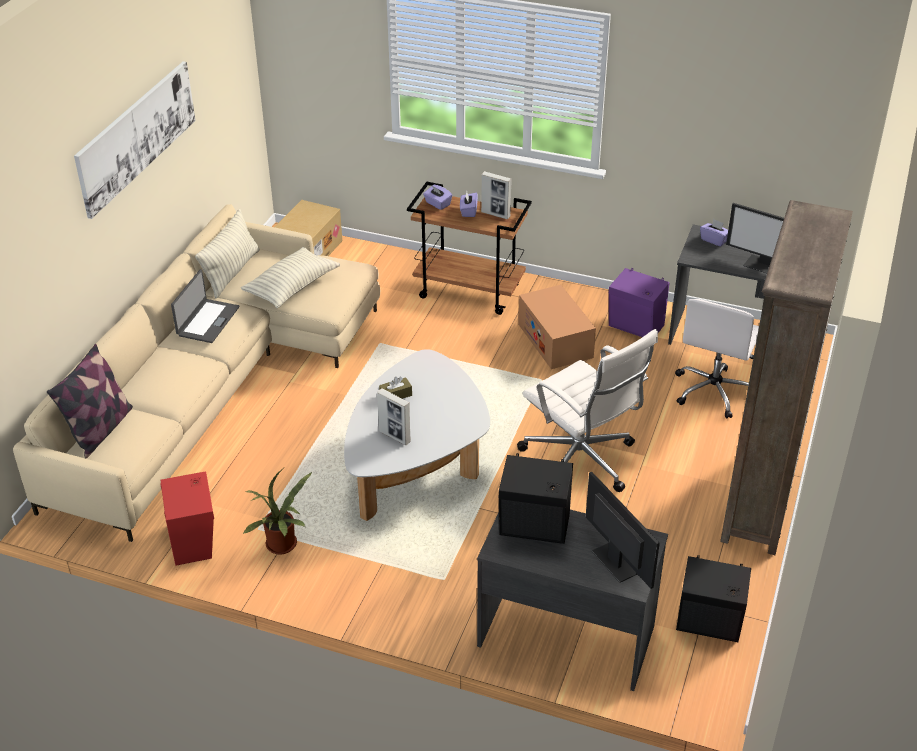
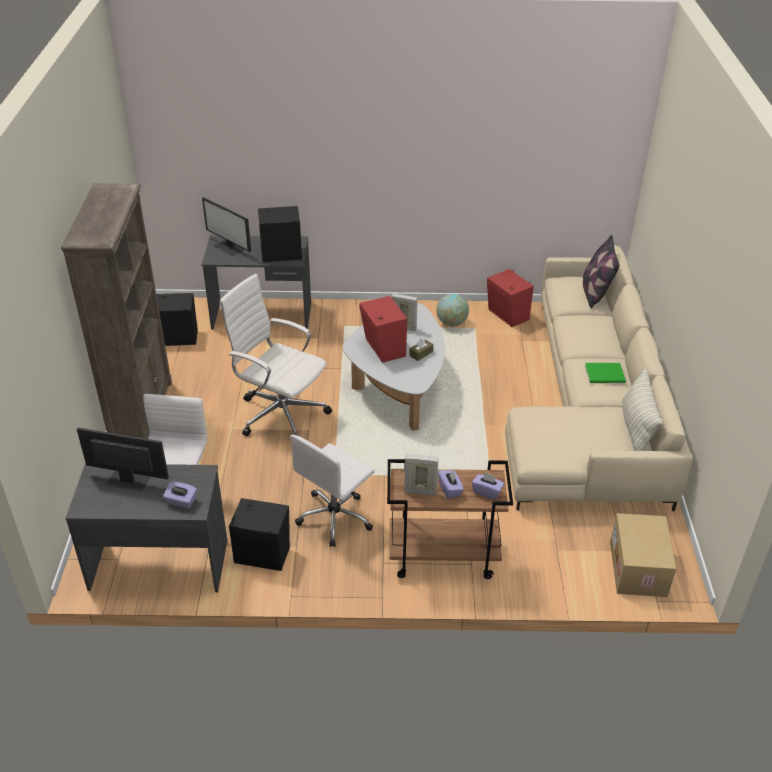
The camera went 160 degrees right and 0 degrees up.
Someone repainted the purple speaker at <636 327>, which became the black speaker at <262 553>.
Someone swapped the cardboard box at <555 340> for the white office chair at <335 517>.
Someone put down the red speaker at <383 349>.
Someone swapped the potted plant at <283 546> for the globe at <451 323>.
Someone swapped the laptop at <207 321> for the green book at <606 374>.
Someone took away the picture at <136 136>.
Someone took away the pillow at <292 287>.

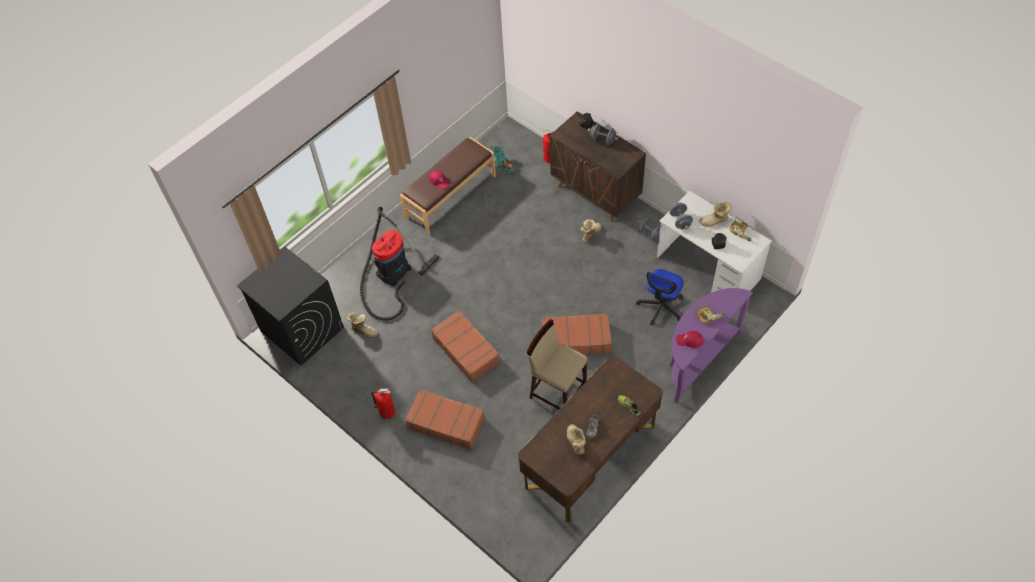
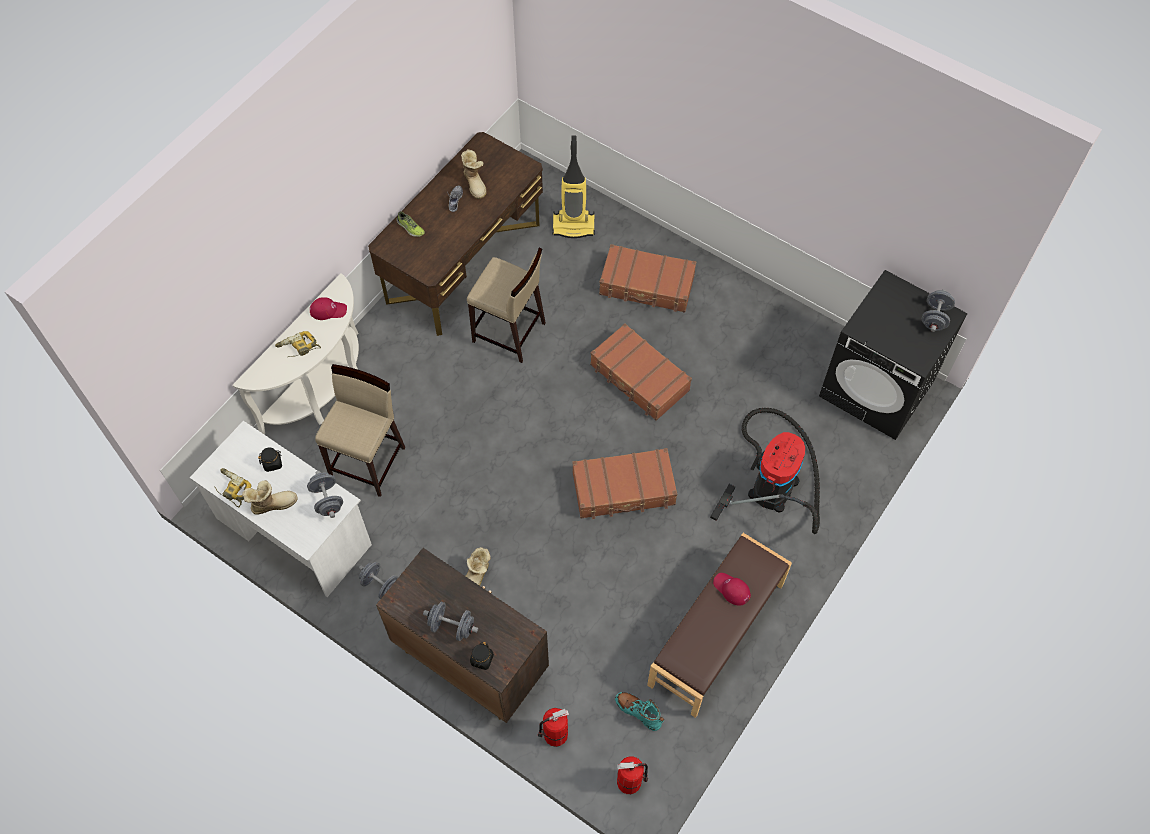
The camera went 170 degrees right and 5 degrees up.
Someone repainted the purple console table at <697 359>, which became the white console table at <323 391>.
Someone swapped the office chair at <661 307> for the beige stool at <369 462>.
Someone put down the vacuum cleaner at <574 225>.
Someone carried the brown suitcase from <576 339> to <624 489>.
Someone carried the fire extinguisher from <386 412> to <630 781>.
Someone put down the grey dumbbell at <934 318>.
Someone took away the boot at <364 330>.

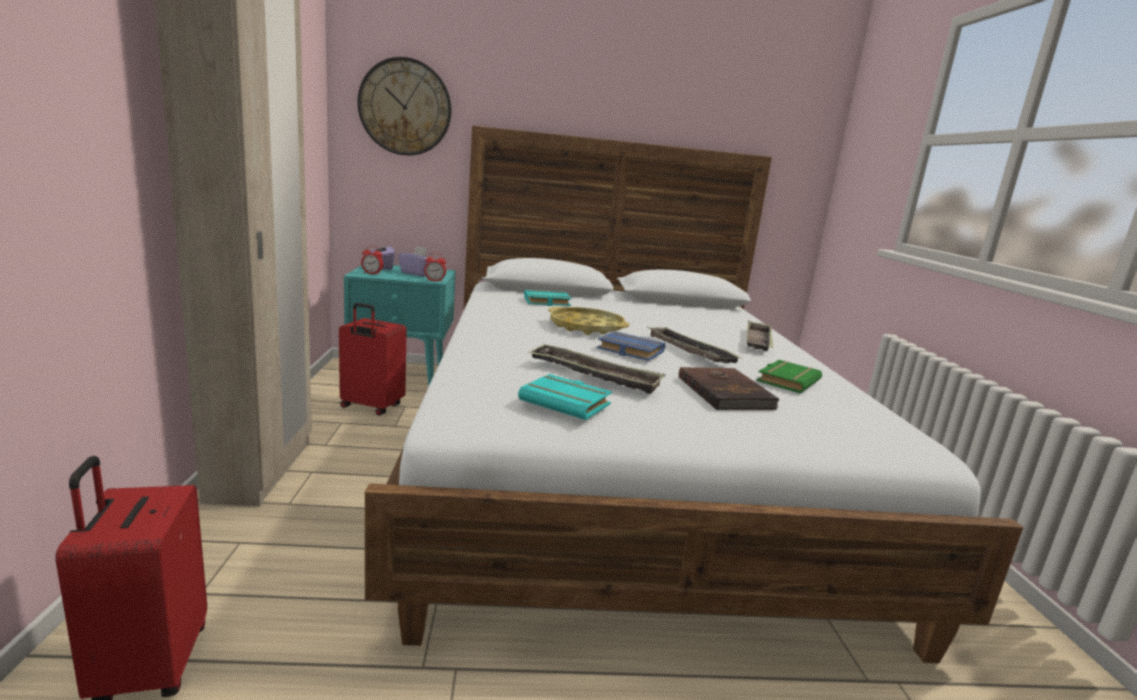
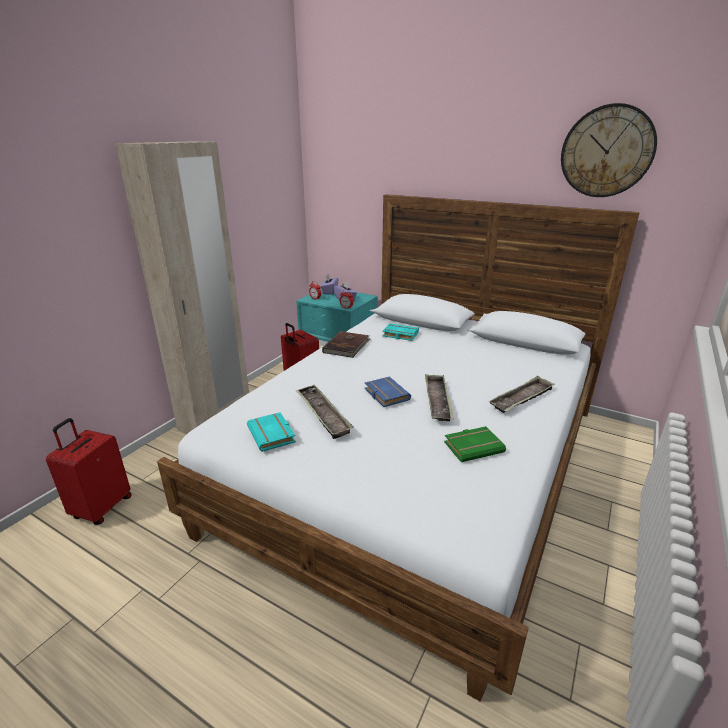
The camera went 35 degrees right and 10 degrees up.
Someone carried the brown book from <726 392> to <347 346>.
Someone carried the wall clock from <405 107> to <607 151>.
Someone took away the yellow tray at <586 327>.

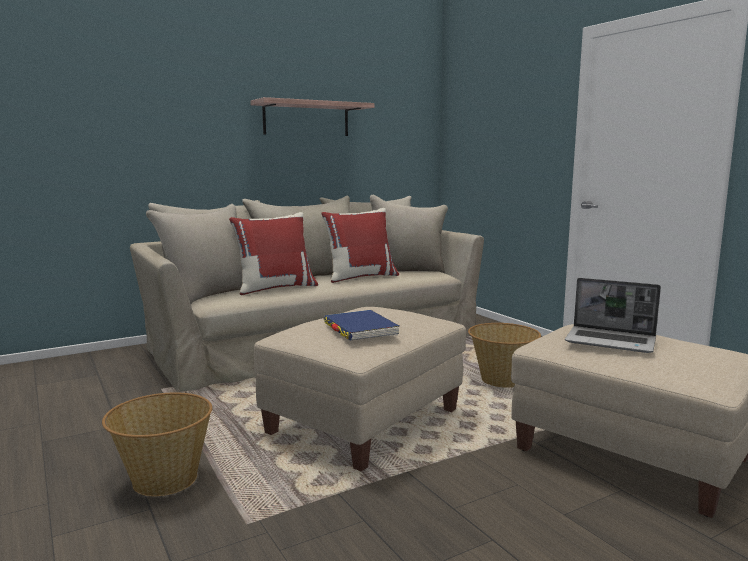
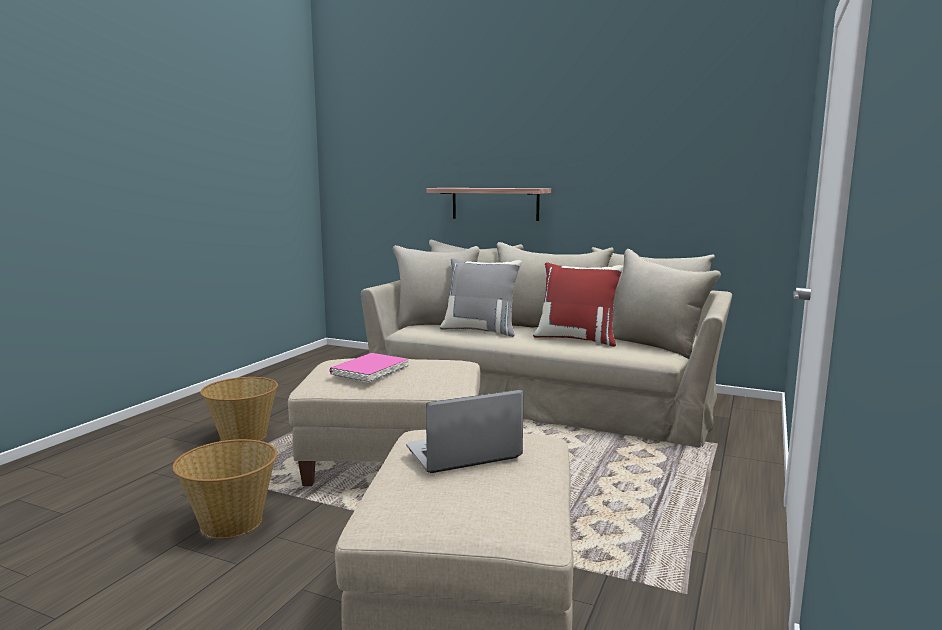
The camera went 55 degrees right and 0 degrees up.
Someone carried the basket from <501 380> to <231 522>.
Someone repainted the blue book at <360 329>, which became the pink book at <370 371>.
Someone rotated the laptop at <611 341> by 75 degrees clockwise.
Someone carried the shelf from <306 119> to <495 203>.
Someone repainted the red pillow at <275 288>, which became the grey pillow at <481 330>.

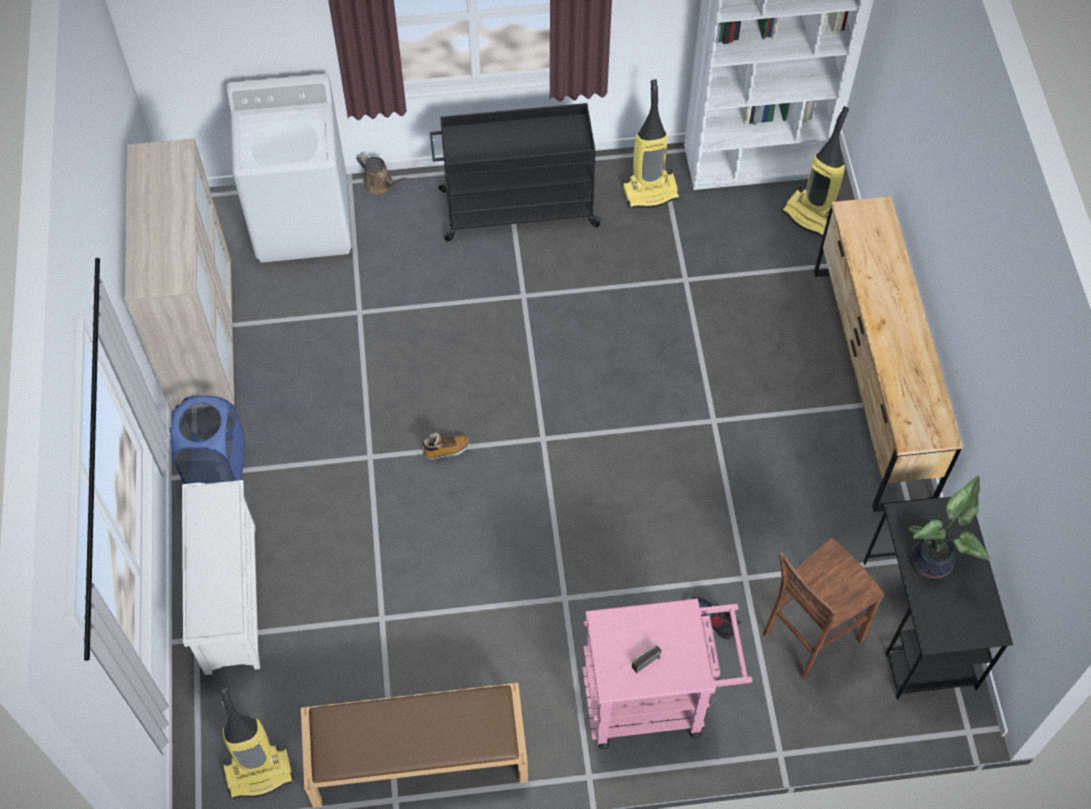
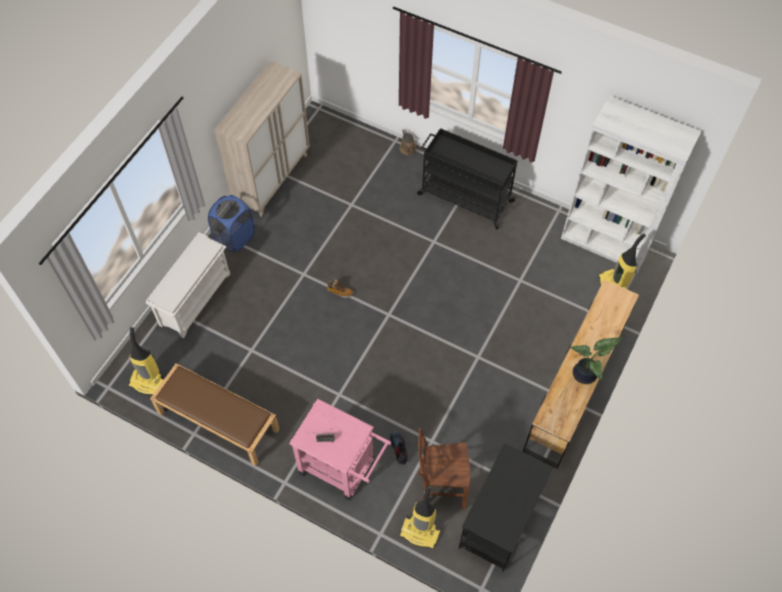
The camera went 35 degrees right and 0 degrees up.
Someone carried the vacuum cleaner from <650 191> to <420 532>.
Someone carried the potted plant from <933 561> to <586 375>.
Someone took away the white washing machine at <303 221>.

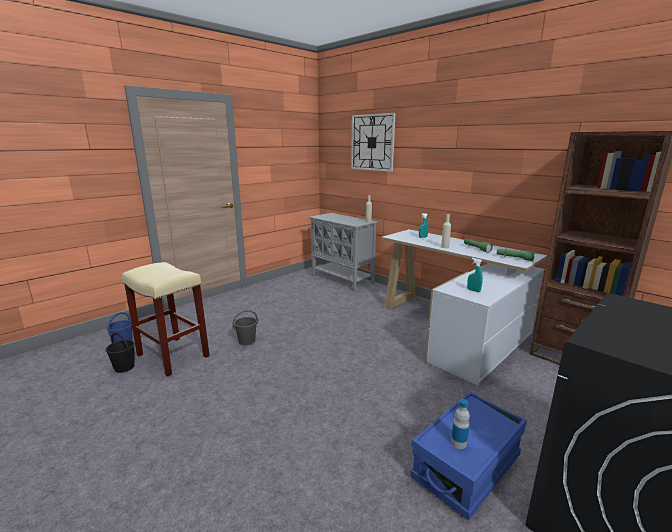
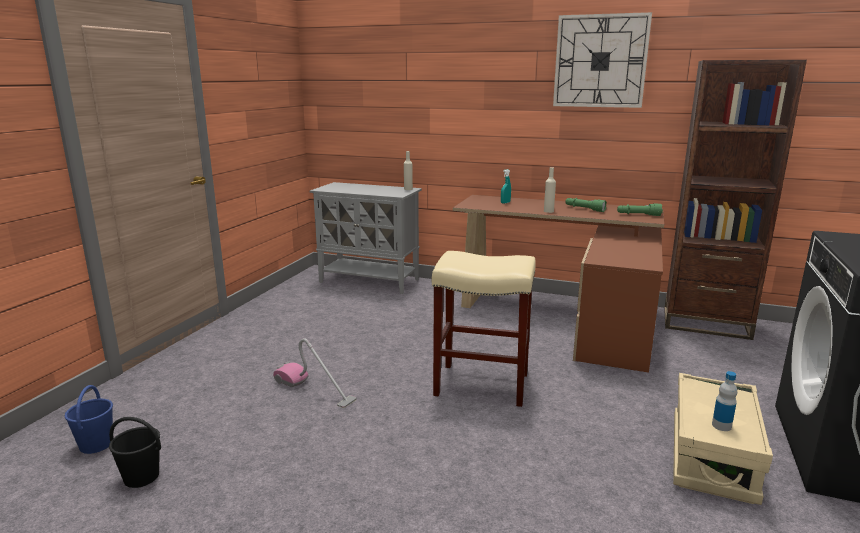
The camera went 25 degrees left and 0 degrees up.
Someone swapped the grey bucket at <246 341> for the vacuum cleaner at <314 390>.
Someone carried the beige stool from <172 355> to <480 384>.
Someone repainted the white desk at <454 329>, which became the brown desk at <567 317>.
Someone carried the wall clock from <372 142> to <600 61>.
Someone repainted the blue storage box at <466 467>, which became the beige storage box at <712 457>.
Someone took away the turquoise spray bottle at <473 290>.

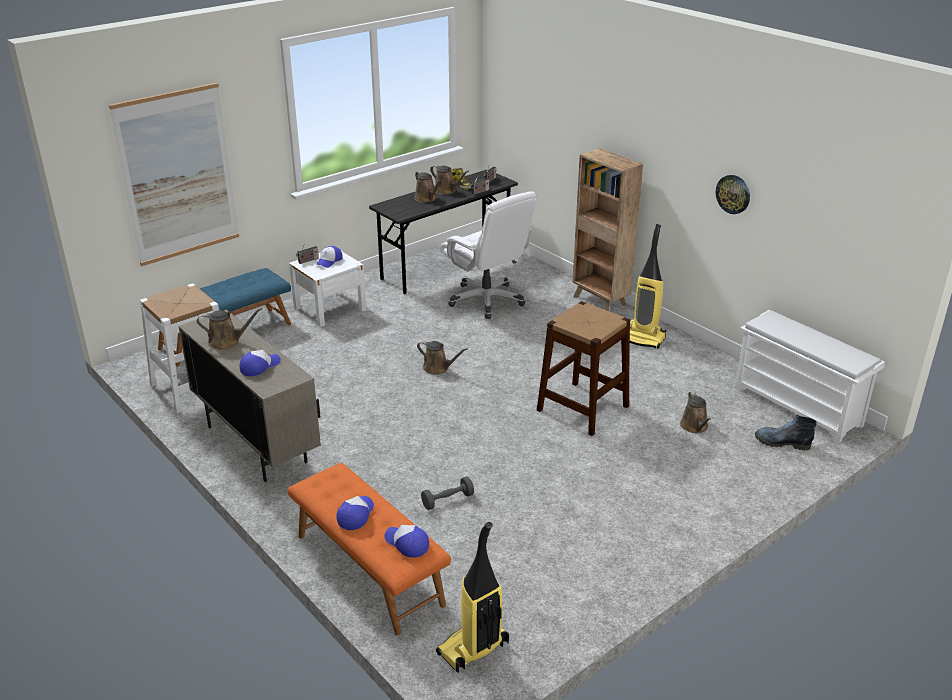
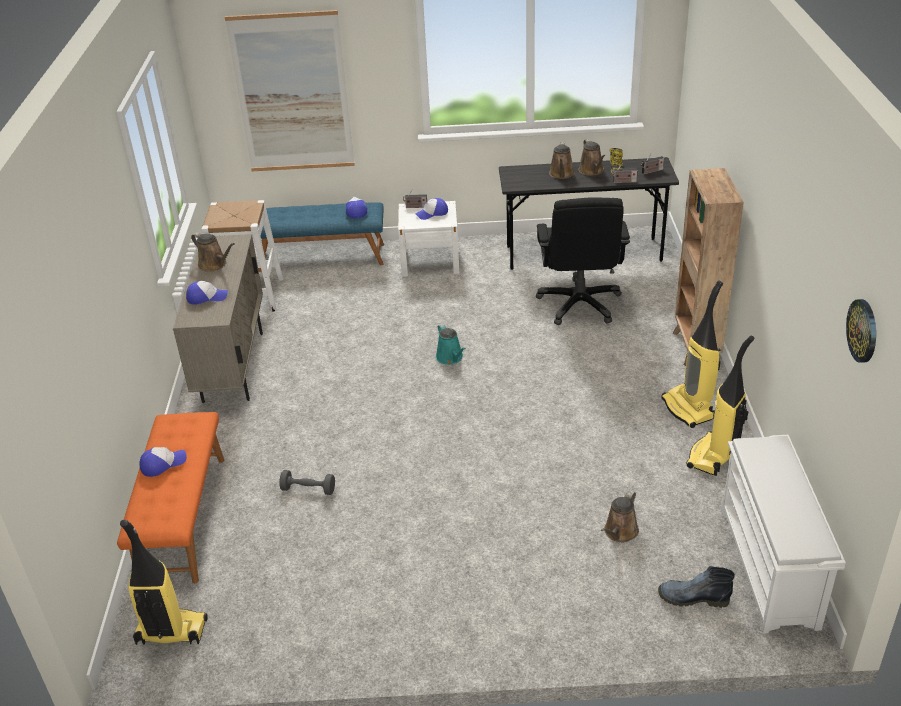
The camera went 40 degrees right and 5 degrees up.
Someone carried the cap from <407 543> to <355 211>.
Someone repainted the brown watering can at <438 368>, which became the turquoise watering can at <450 358>.
Someone repainted the white office chair at <487 300>, which became the black office chair at <579 304>.
Someone rotated the boot at <781 443> by 45 degrees counterclockwise.
Someone put down the vacuum cleaner at <713 457>.
Someone carried the wall clock from <733 194> to <863 330>.
Someone took away the brown stool at <582 408>.

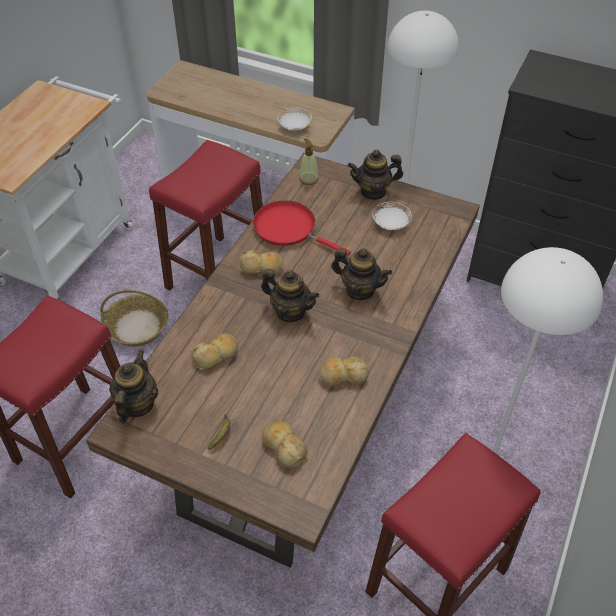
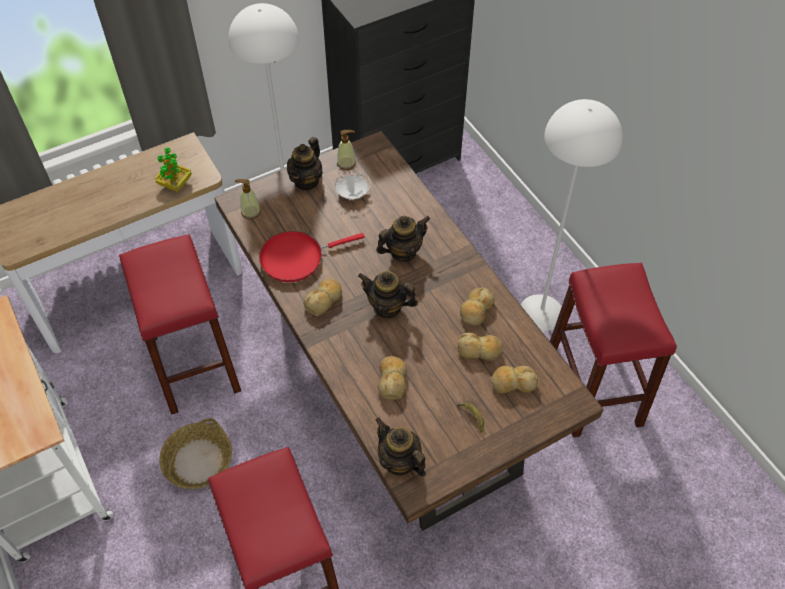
The camera went 55 degrees left and 5 degrees up.
Someone swapped the white plate at <294 127> for the potted plant at <175 184>.
Someone put down the soap dispenser at <346 163>.
Someone rotated the teapot at <290 311> by 135 degrees counterclockwise.
Someone put down the bread at <479 350>.

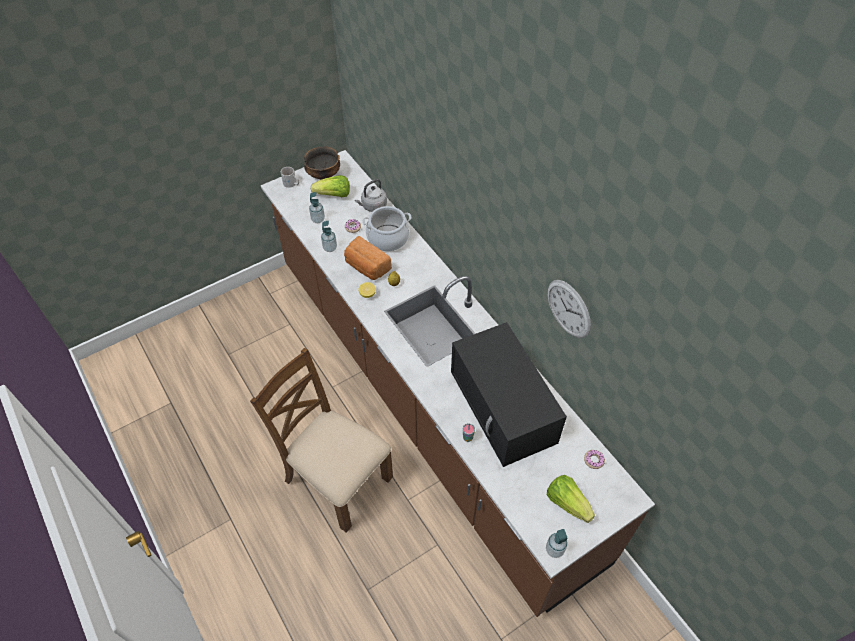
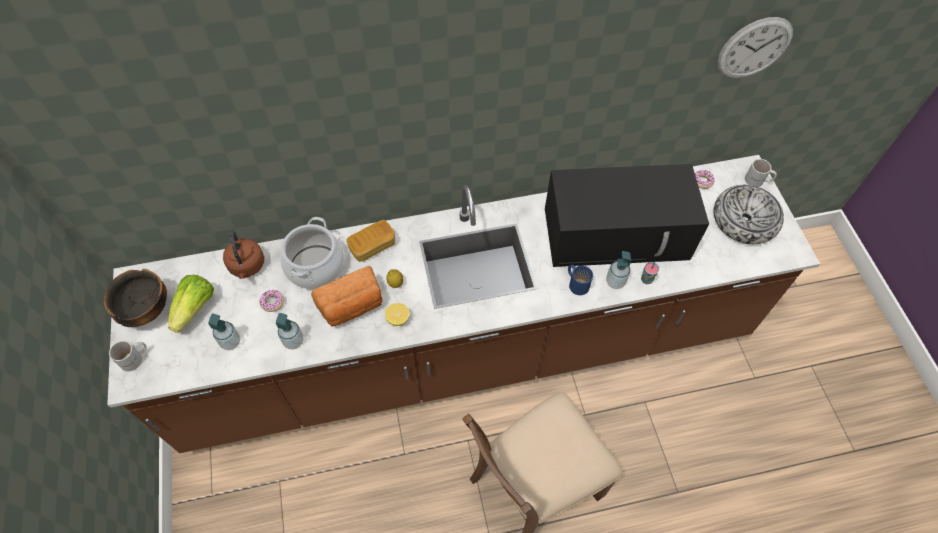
The camera went 70 degrees left and 5 degrees up.
Someone repainted the grey kettle at <373 206>, which became the brown kettle at <247 266>.
Someone put down the bread at <372 247>.
Someone put down the blue mug at <577 283>.
Someone carried the soap dispenser from <554 550> to <615 282>.
Someone swapped the lettuce at <567 503> for the bowl at <744 220>.
Someone carried the wall clock from <569 309> to <754 48>.
Someone put down the white mug at <757 181>.

